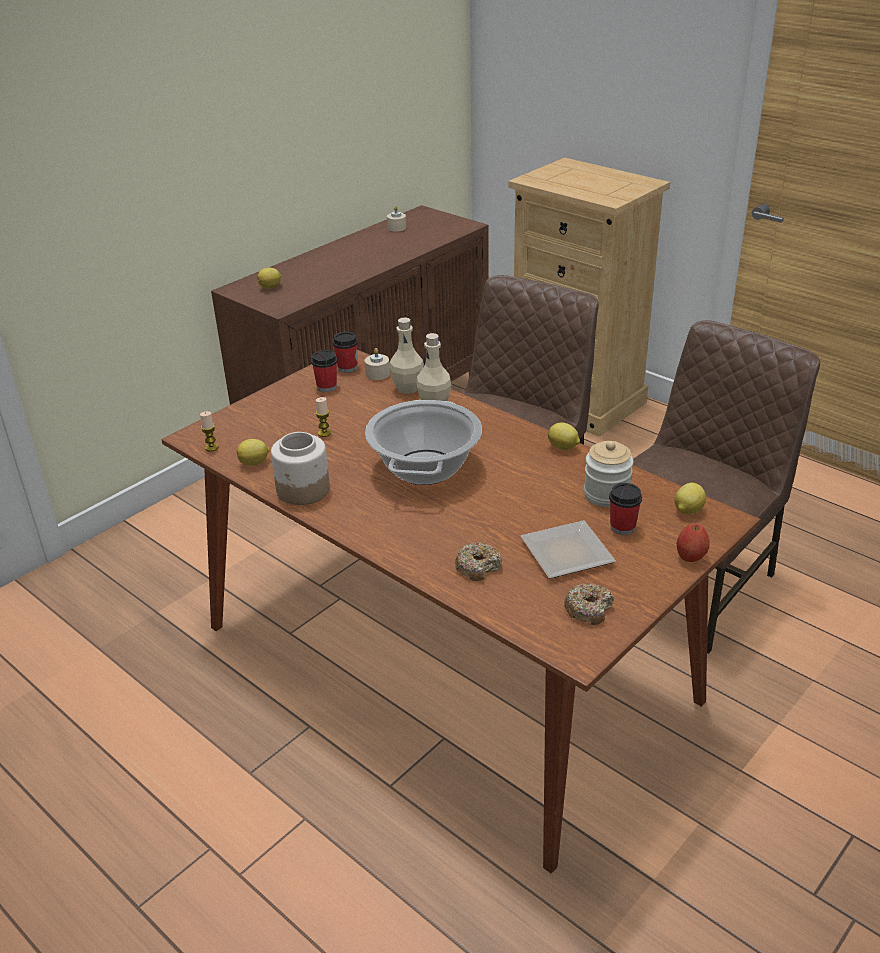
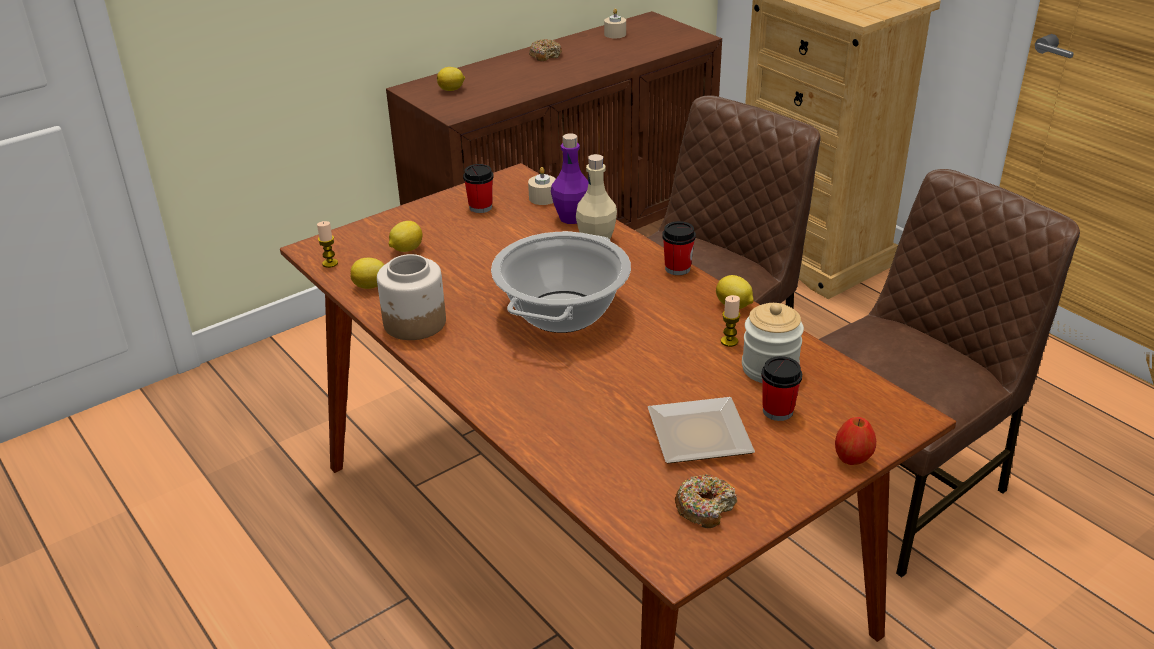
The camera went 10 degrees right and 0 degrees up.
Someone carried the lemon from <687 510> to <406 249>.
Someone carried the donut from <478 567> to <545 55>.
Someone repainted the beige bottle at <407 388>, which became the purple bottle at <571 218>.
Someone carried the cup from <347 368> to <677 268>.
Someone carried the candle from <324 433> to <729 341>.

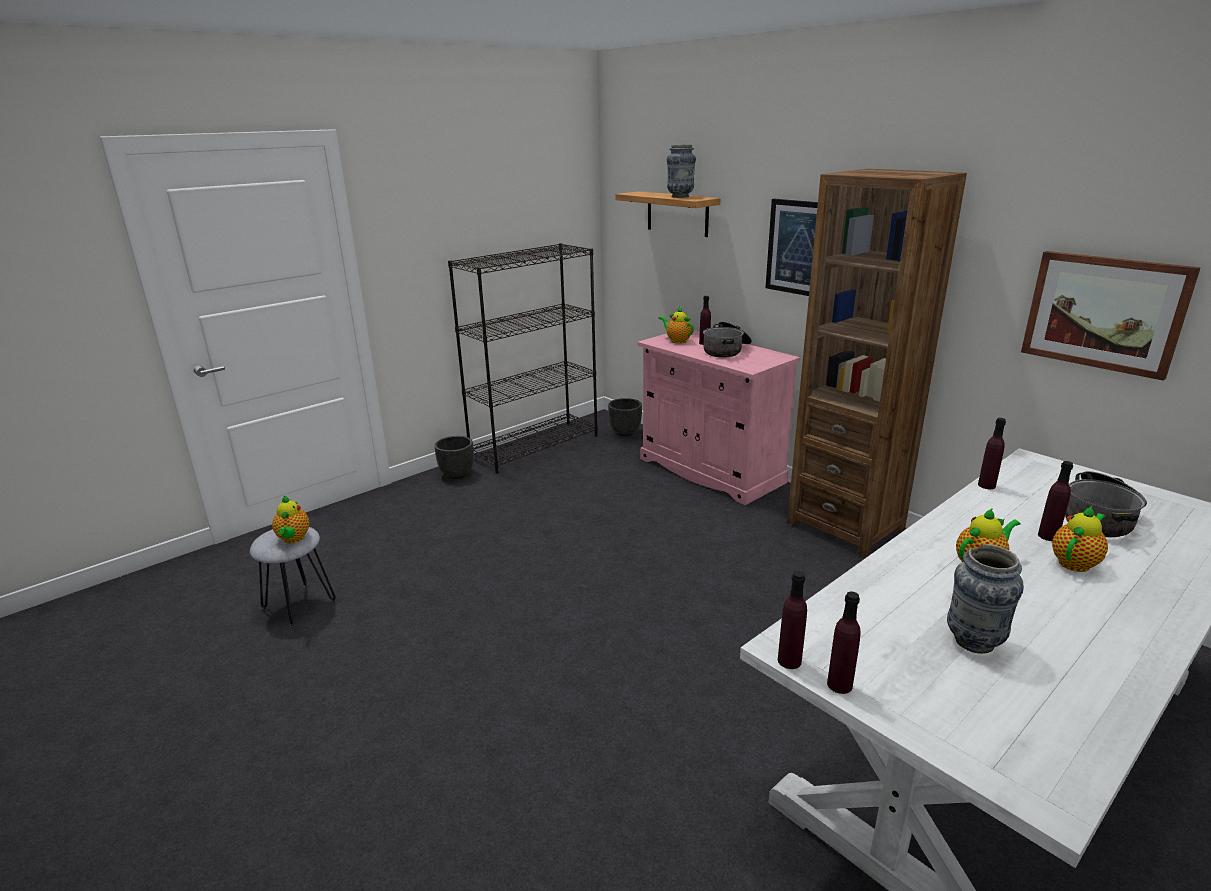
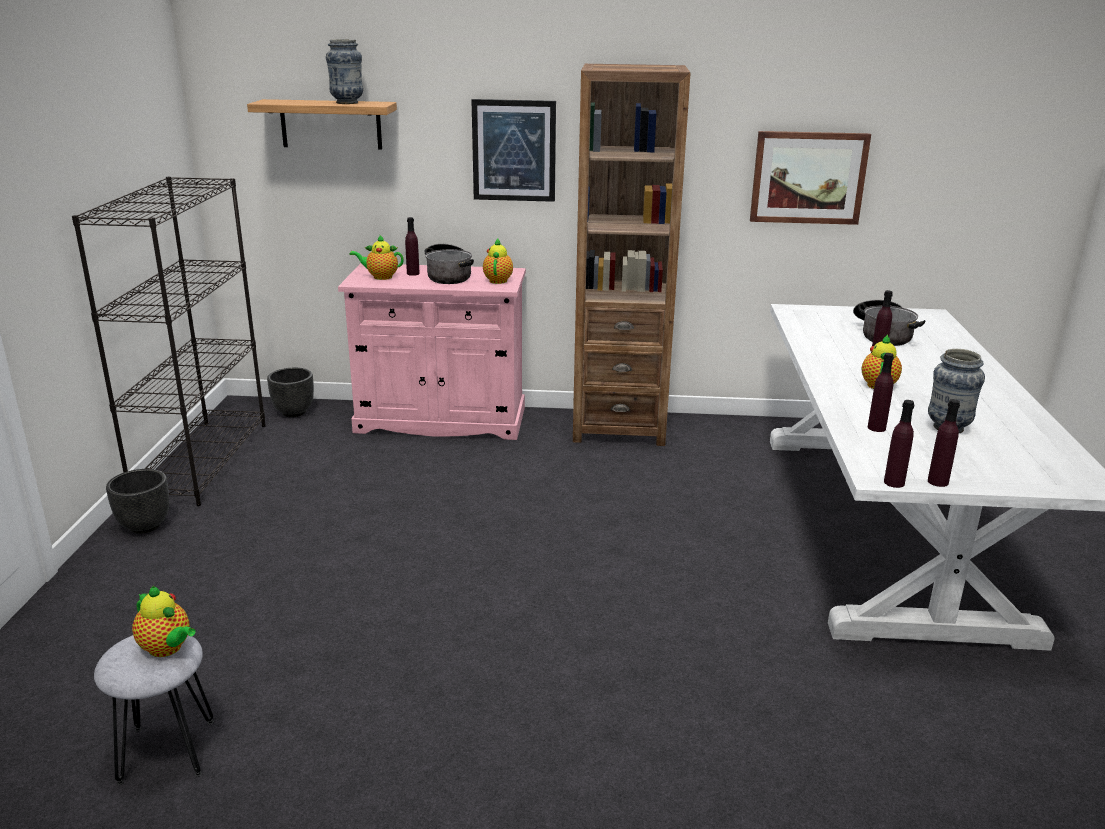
The camera went 45 degrees left and 0 degrees up.
Someone carried the teapot from <1075 562> to <498 280>.
Someone carried the purple bottle from <986 485> to <876 428>.

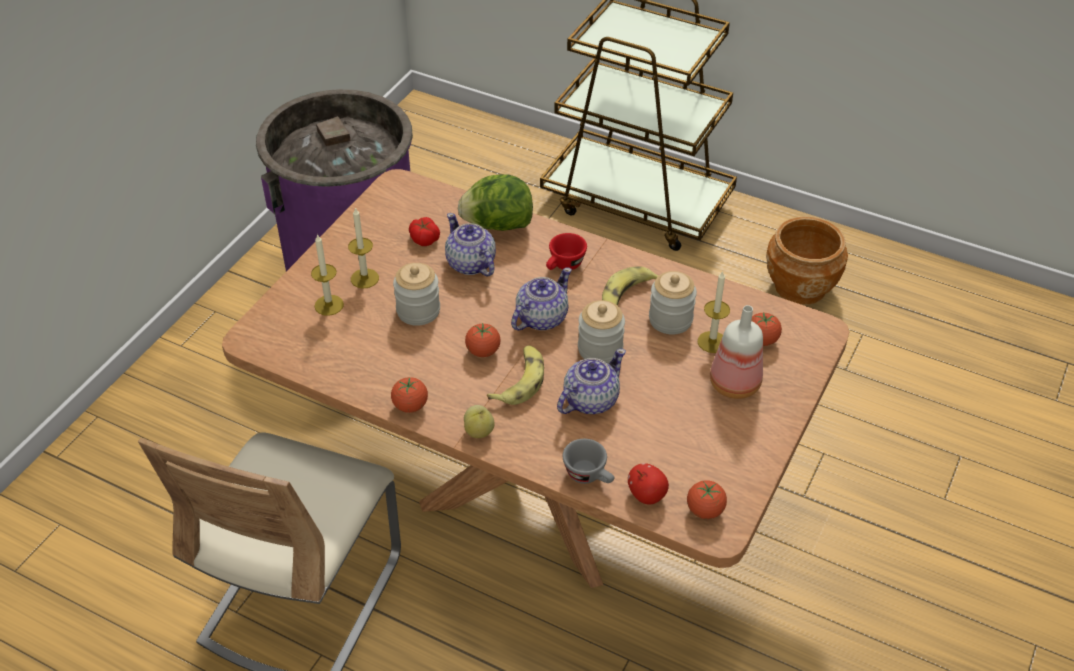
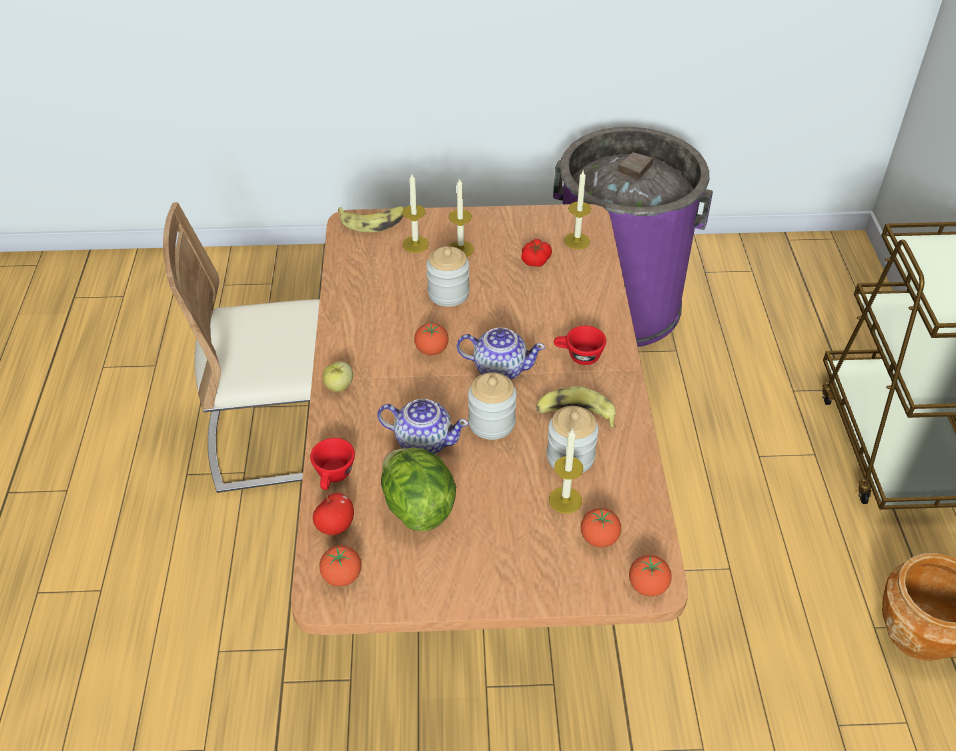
The camera went 60 degrees right and 0 degrees up.
Someone repainted the grey cup at <589 476>, which became the red cup at <334 477>.
Someone carried the banana from <520 381> to <373 221>.
Someone carried the lettuce from <497 225> to <417 506>.
Someone put down the candle at <577 241>.
Someone carried the tomato from <410 406> to <647 586>.
Someone took away the teapot at <470 264>.
Someone took away the bottle at <733 385>.

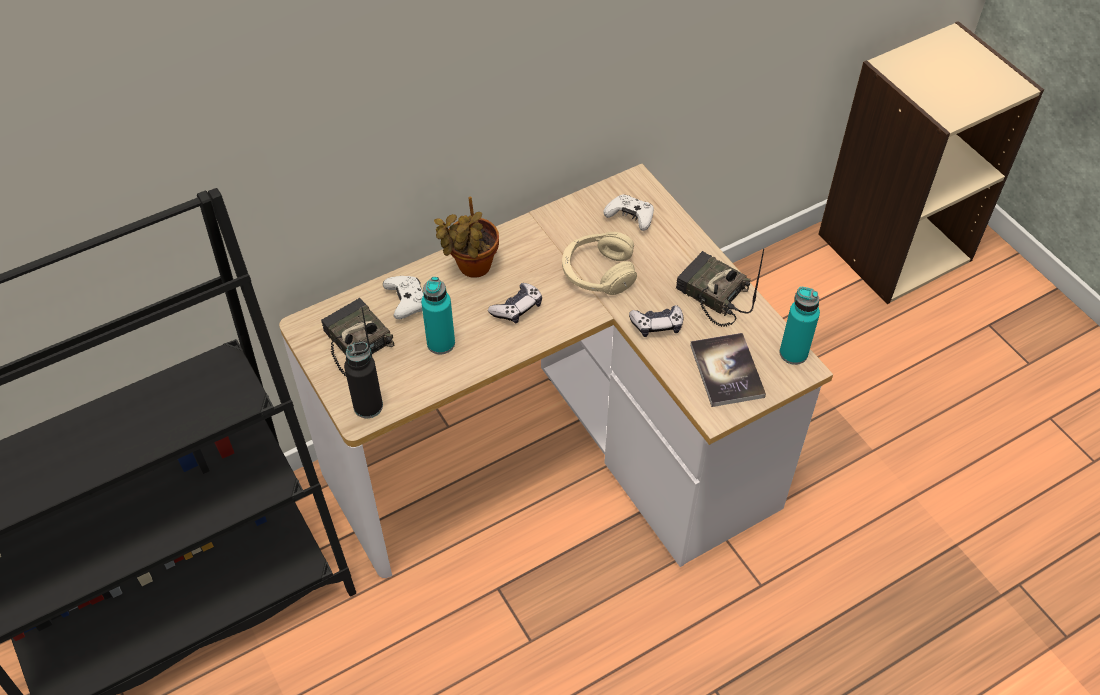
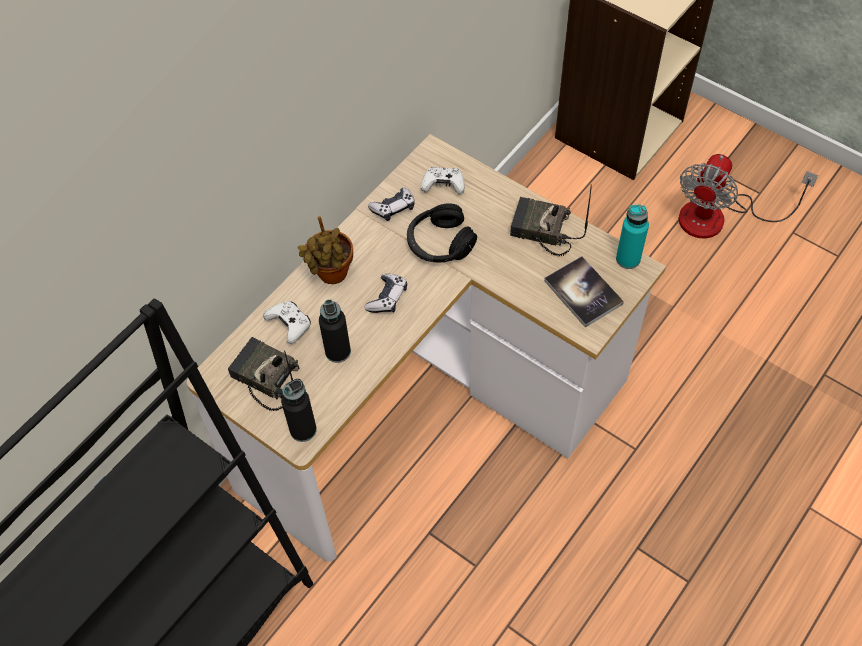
The camera went 20 degrees left and 5 degrees up.
Someone repainted the turquoise bottle at <441 343>, which became the black bottle at <338 352>.
Someone carried the game controller from <657 325> to <393 208>.
Someone repainted the beige headphones at <598 272>, which became the black headphones at <439 243>.
Someone put down the fan at <718 218>.

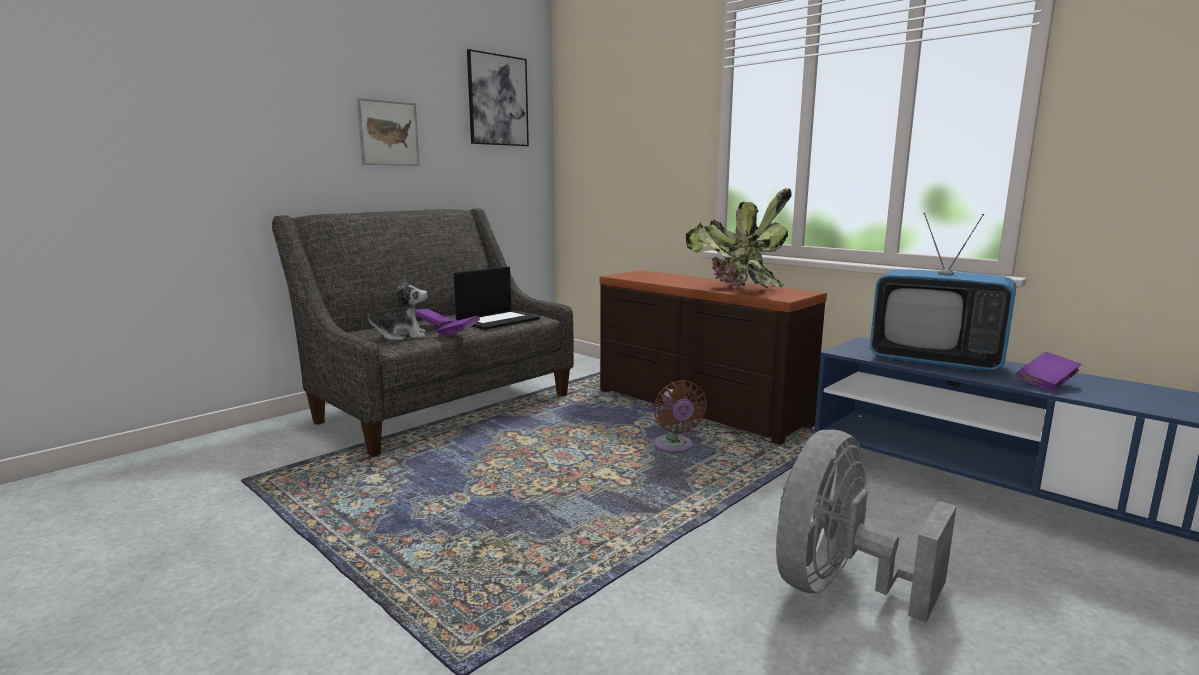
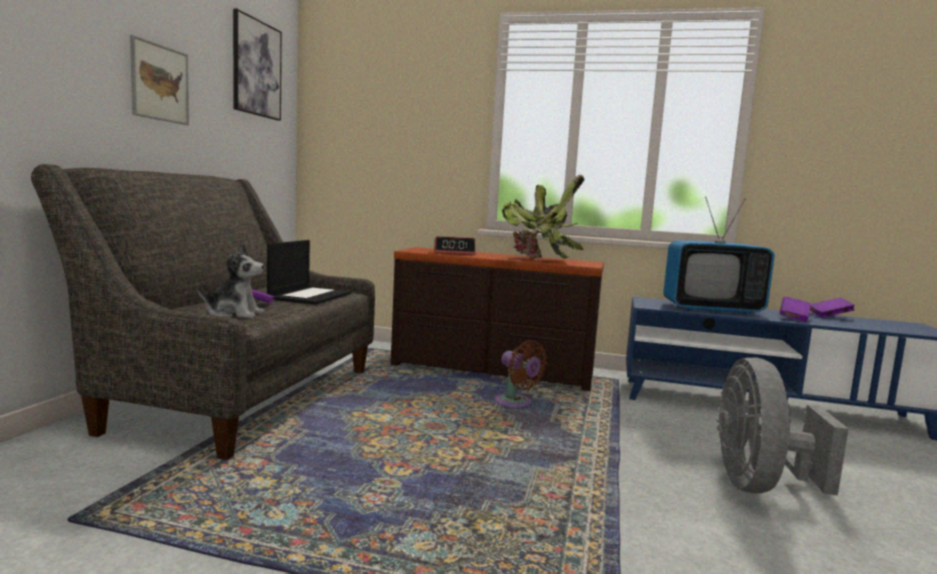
The camera went 30 degrees left and 5 degrees down.
Someone rotated the plush toy at <402 336> by 45 degrees clockwise.
Someone put down the alarm clock at <454 253>.
Someone carried the purple book from <458 335> to <829 316>.

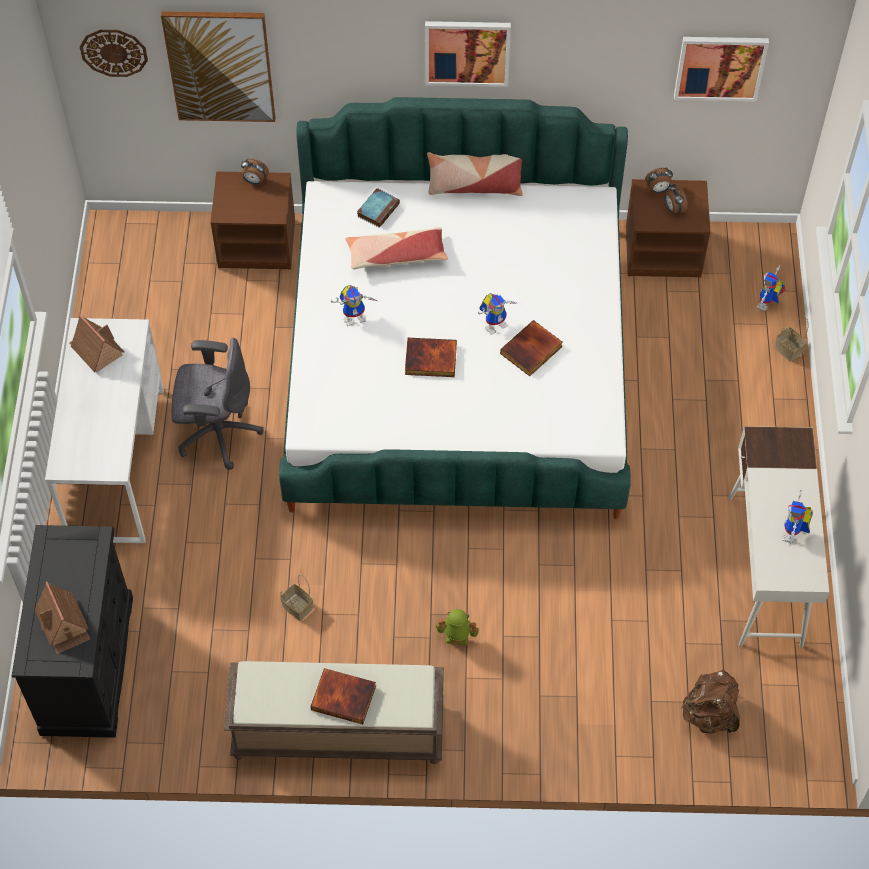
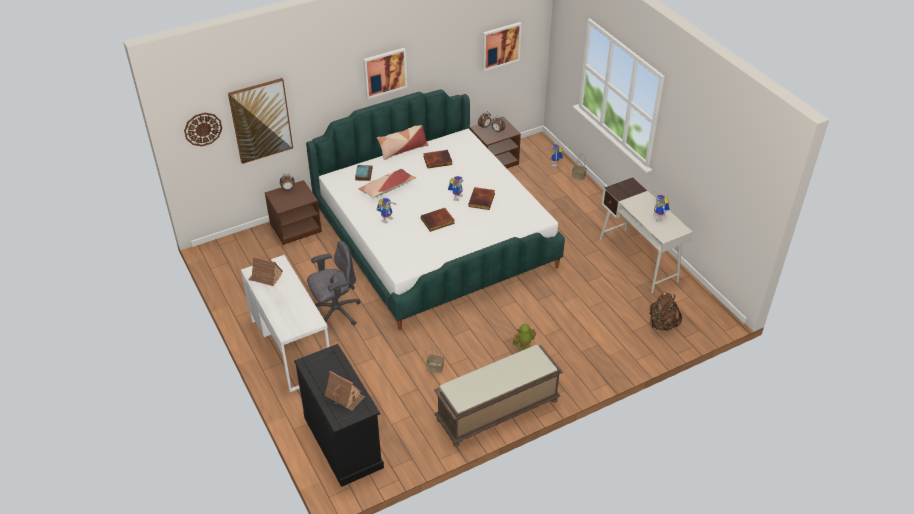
The camera went 30 degrees left and 15 degrees down.
Someone carried the book from <344 696> to <437 160>.

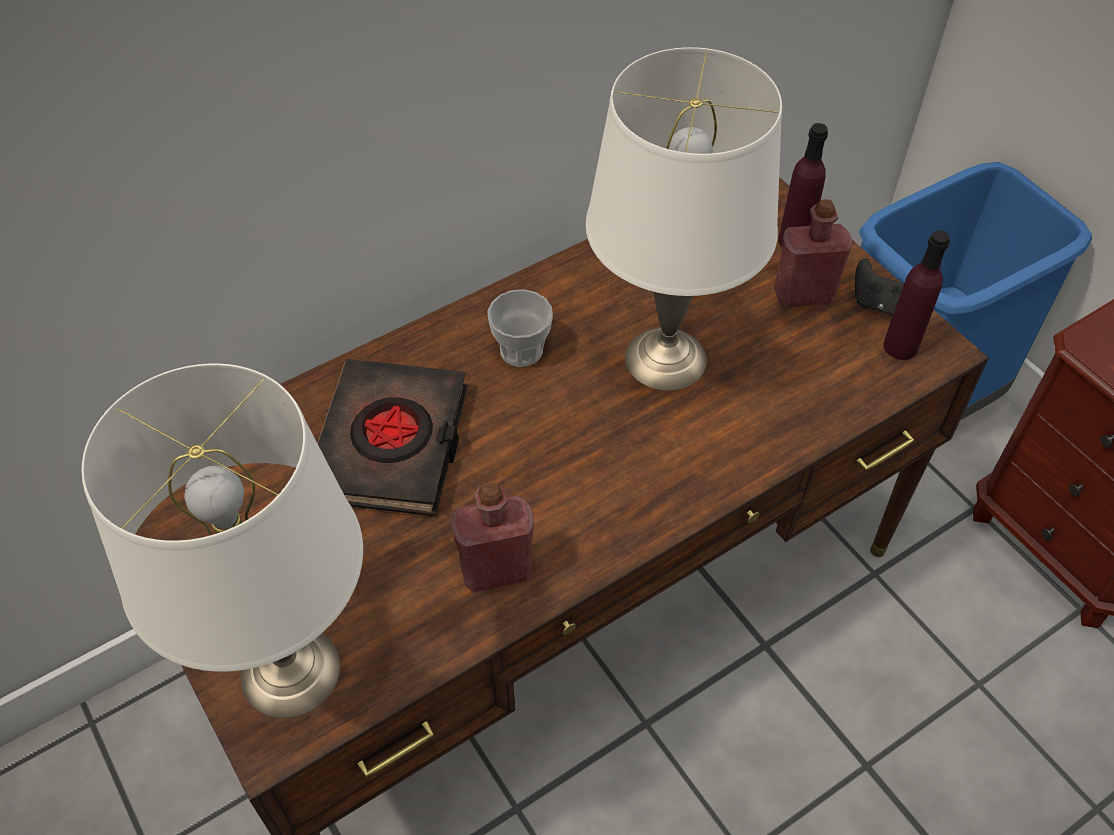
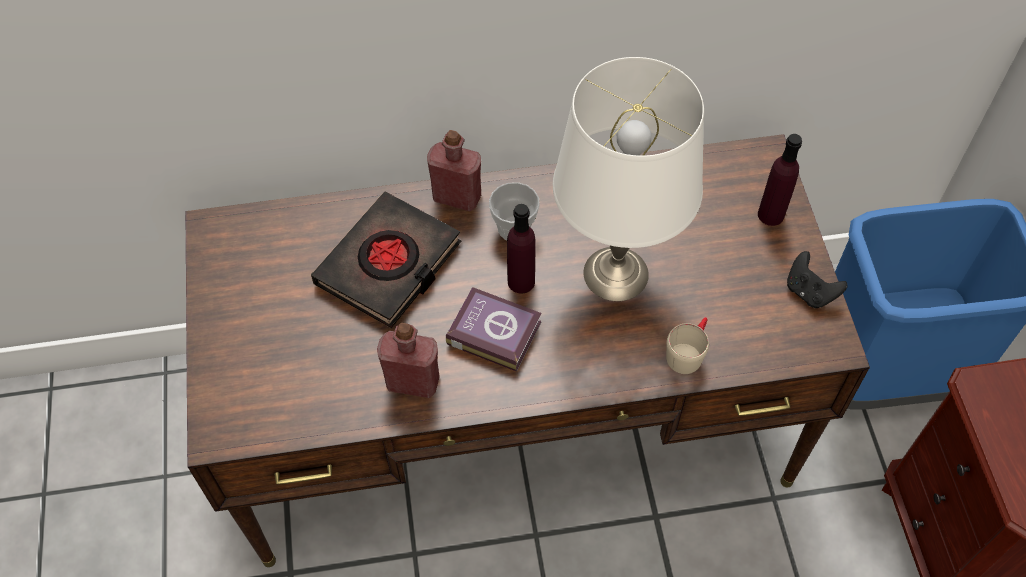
The camera went 25 degrees right and 5 degrees up.
Someone carried the red bottle from <803 295> to <457 197>.
Someone put down the book at <492 331>.
Someone carried the purple bottle from <900 347> to <521 281>.
Someone put down the beige mug at <687 352>.
Someone took away the white table lamp at <289 672>.

